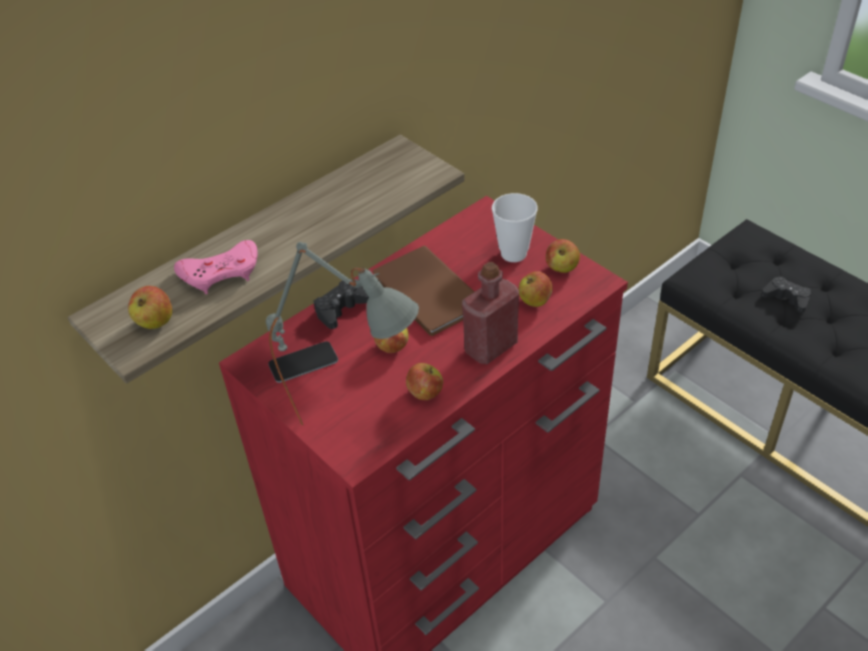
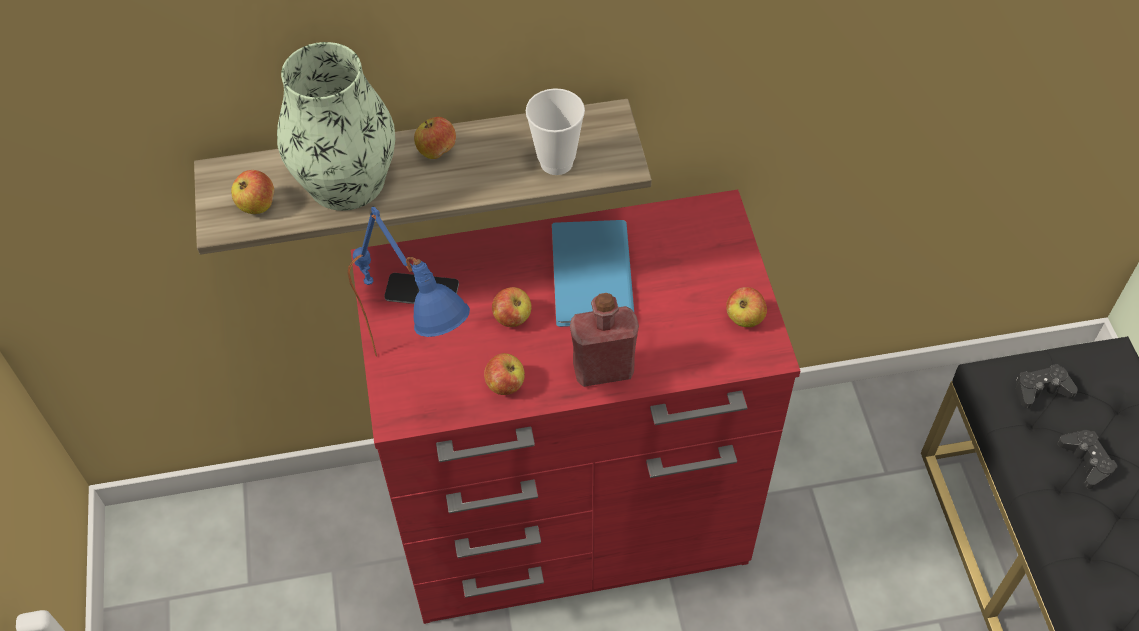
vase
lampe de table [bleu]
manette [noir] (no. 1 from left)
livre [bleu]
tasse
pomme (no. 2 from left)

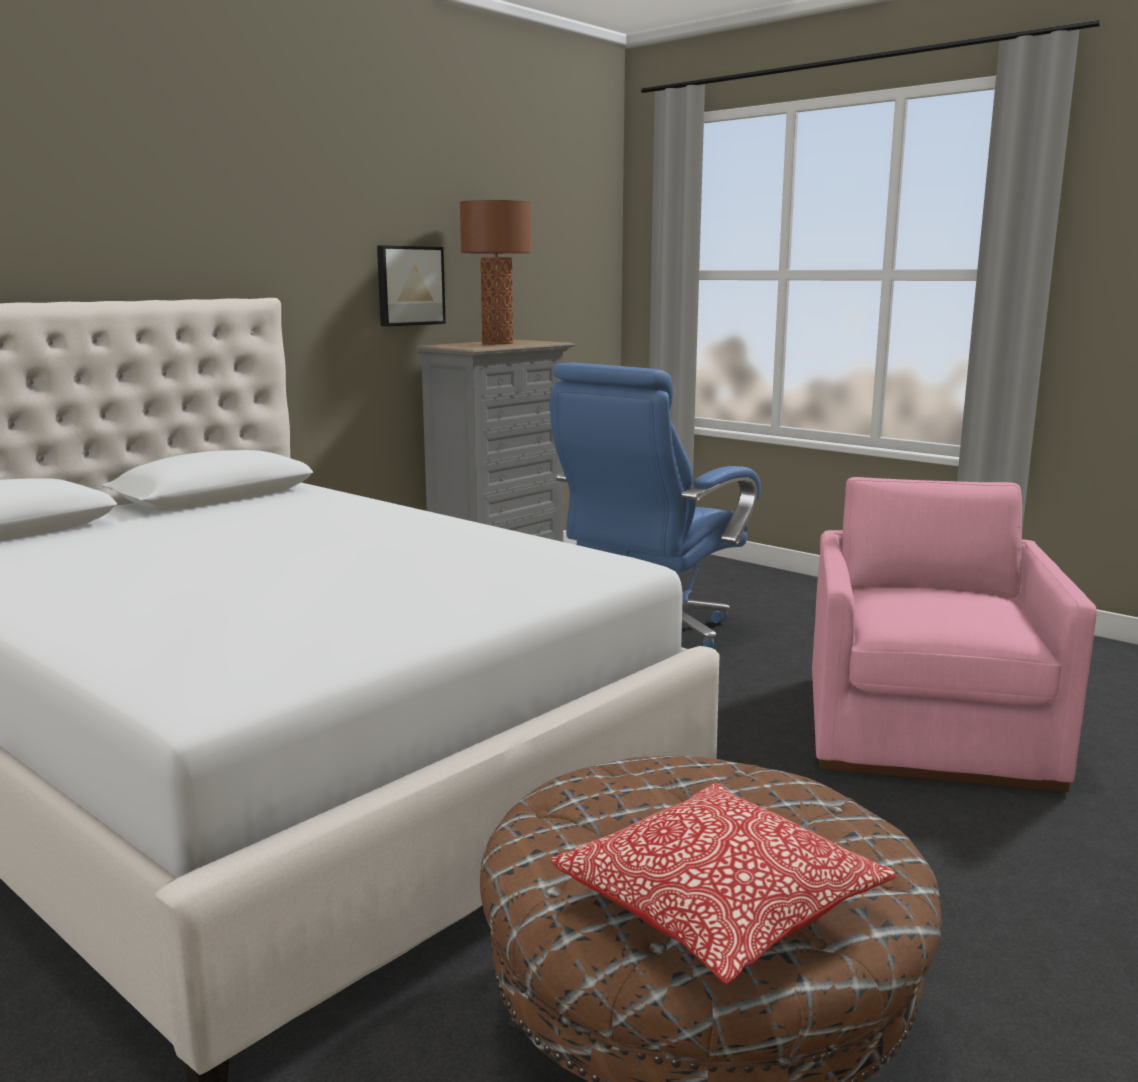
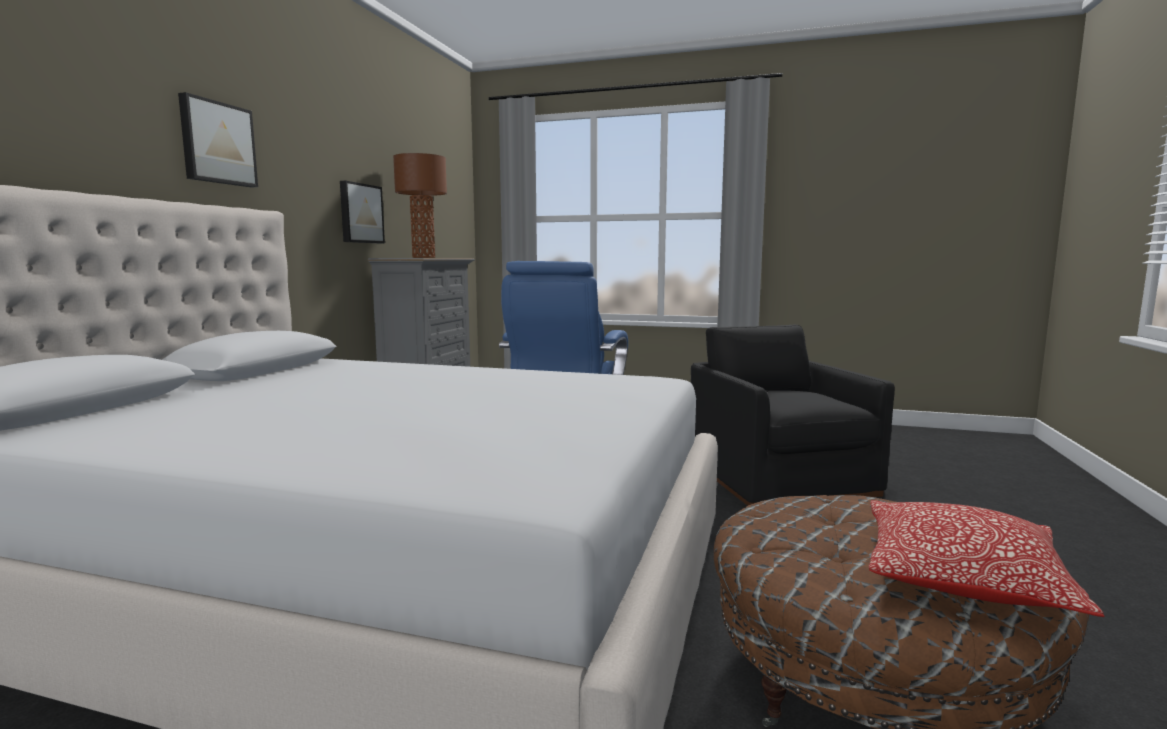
fauteuil [noir]
tableau (no. 1 from left)

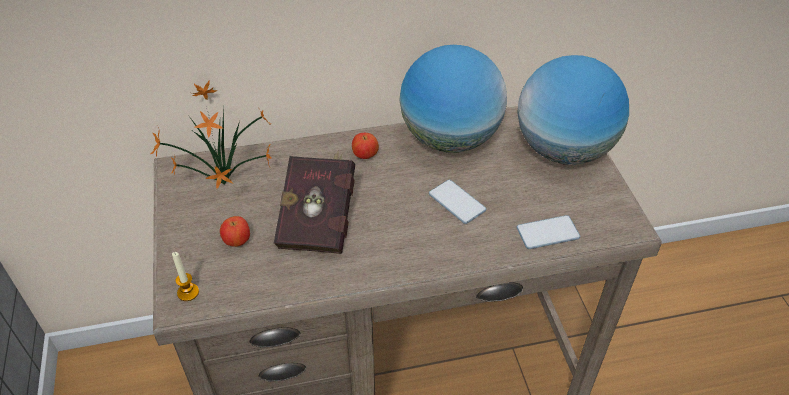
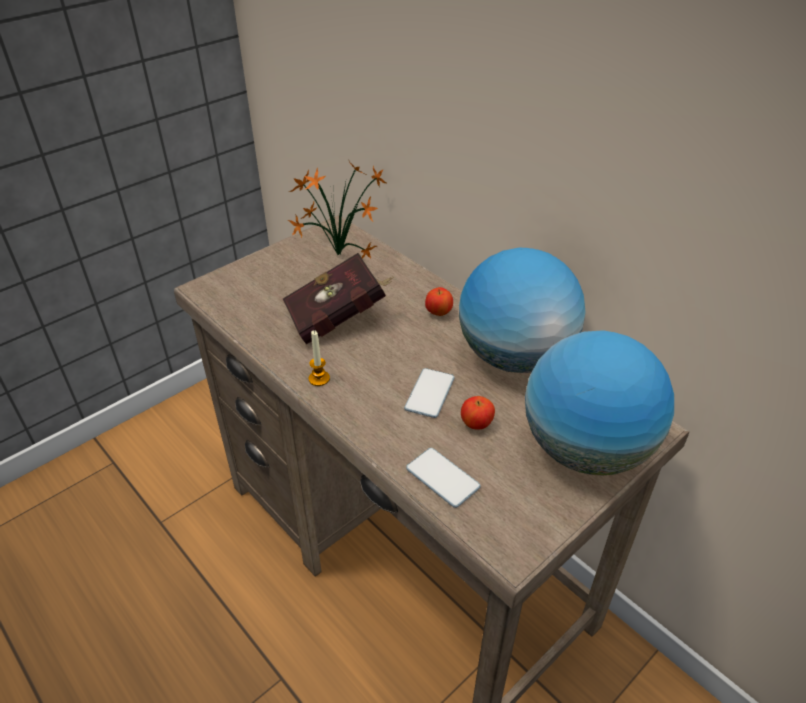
bougie
pomme (no. 2 from left)

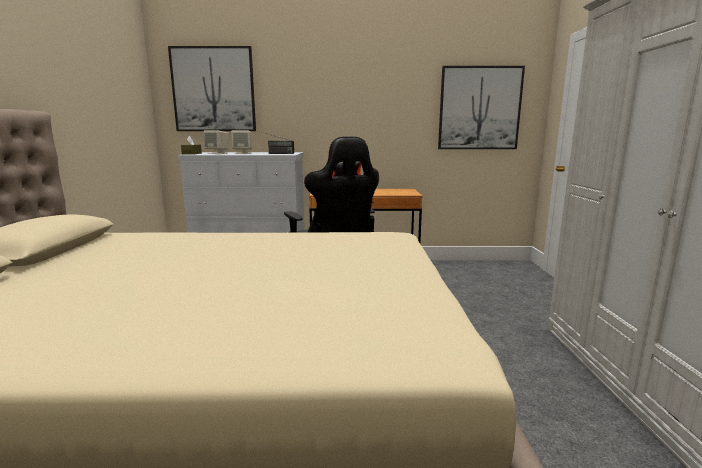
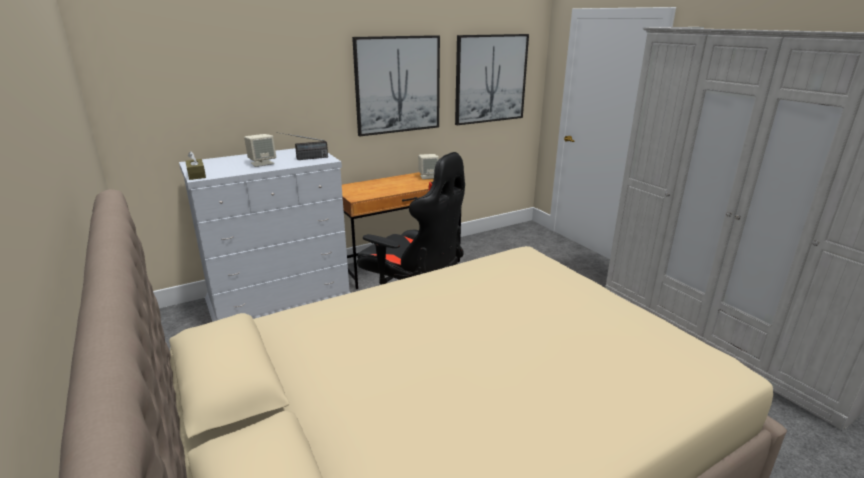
tableau (no. 1 from left)
enceinte [beige] (no. 2 from left)

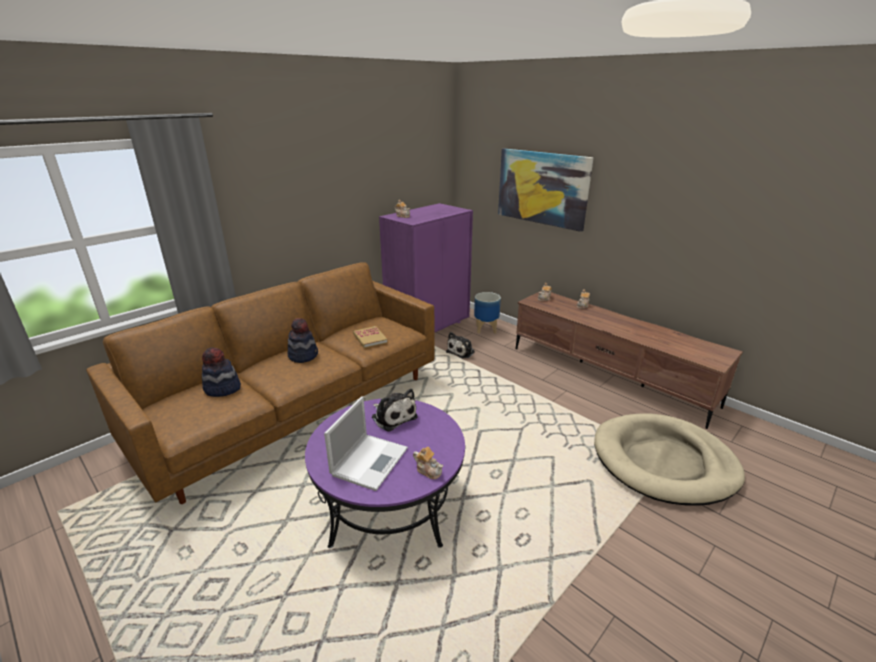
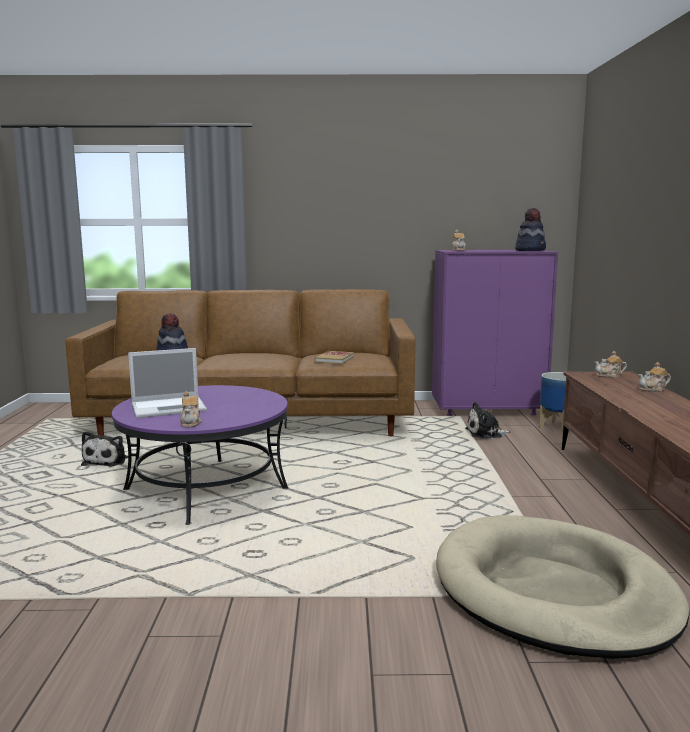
chapeau (no. 2 from left)
peluche (no. 1 from left)
tableau

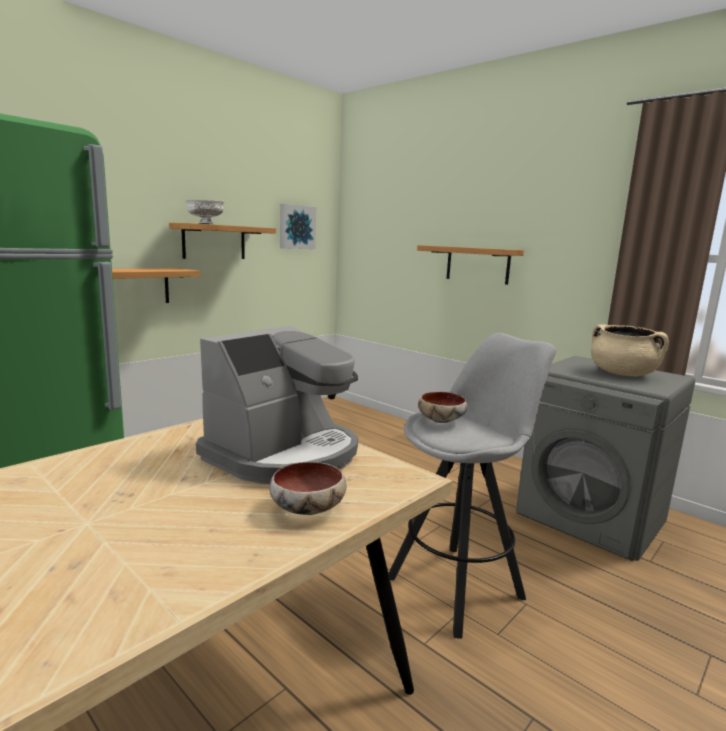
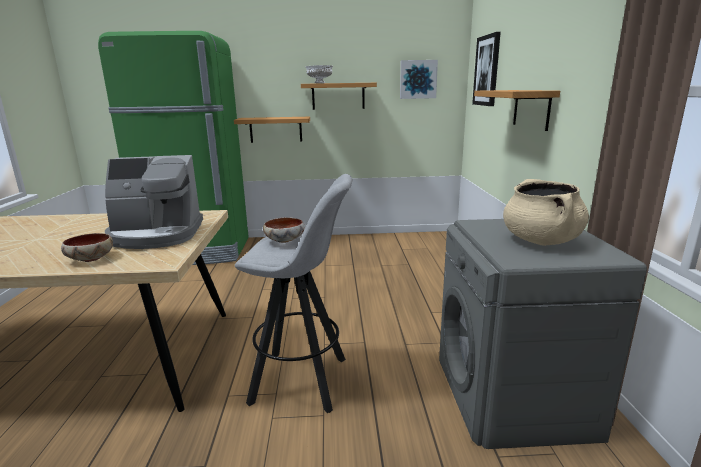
tableau (no. 2 from left)

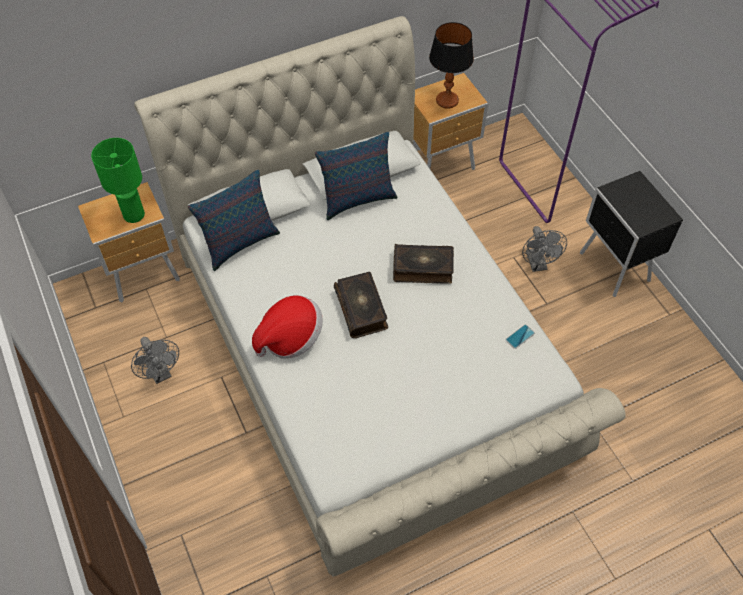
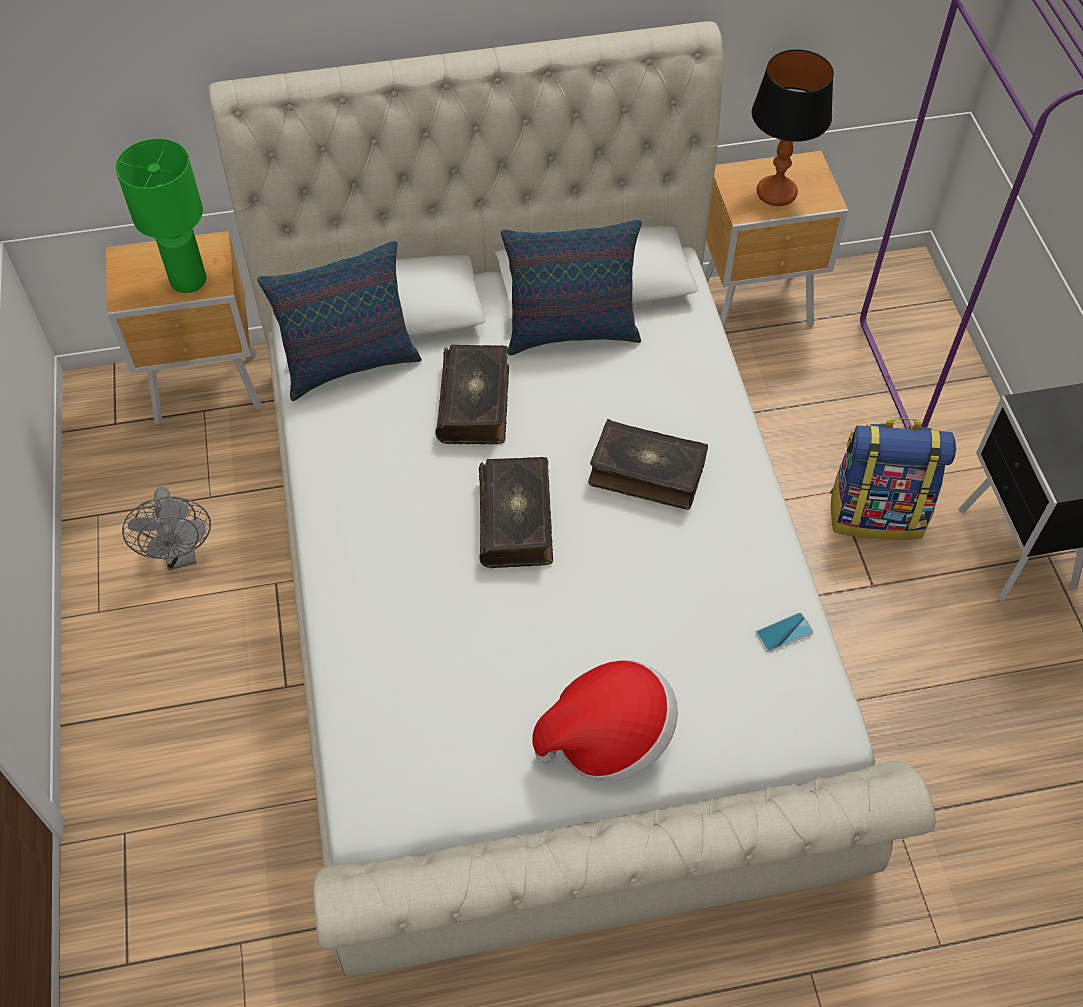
chapeau
sac à dos
livre (no. 1 from left)

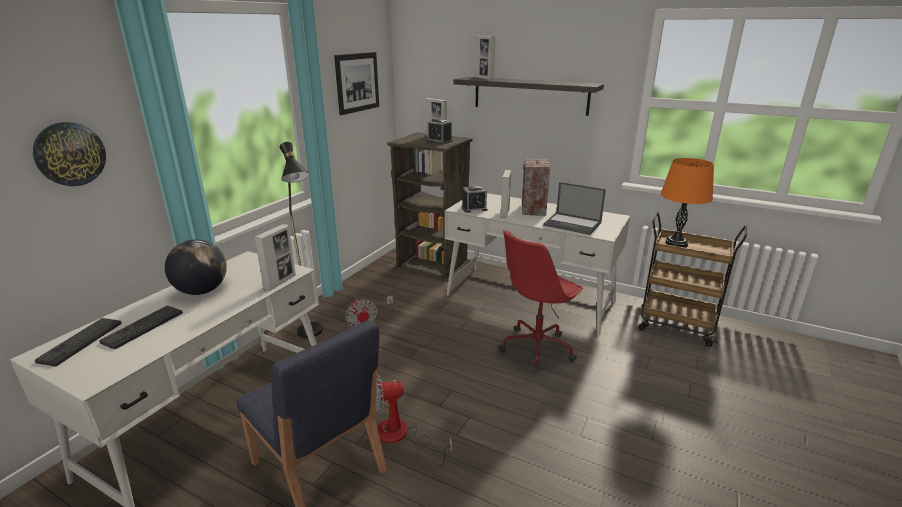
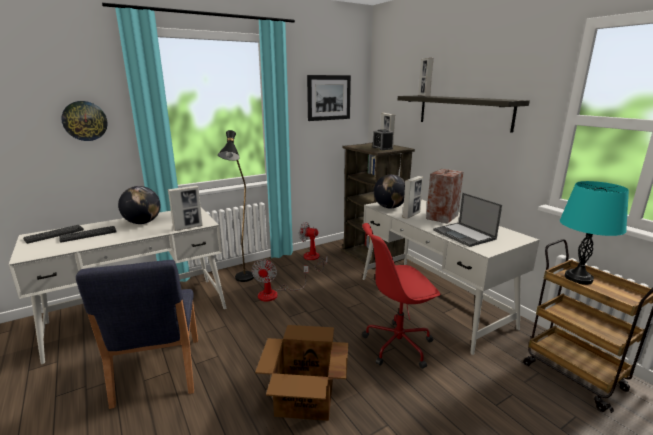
ventilateur (no. 2 from left)
globe (no. 2 from left)
lampe de table [turquoise]
carton

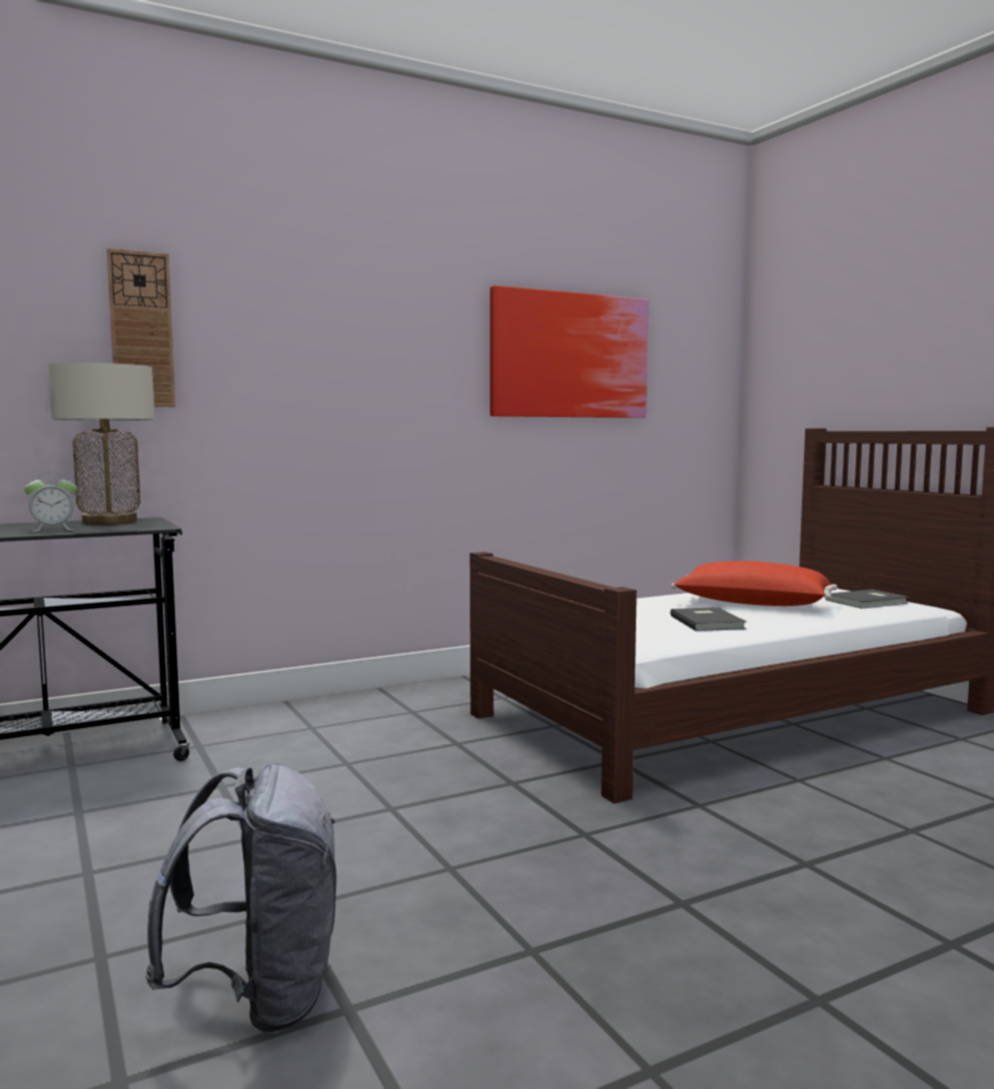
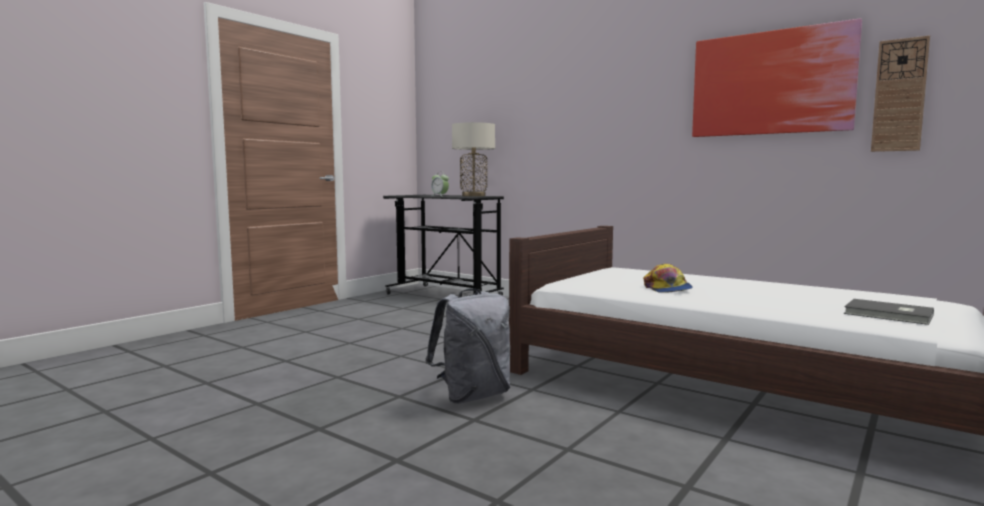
horloge murale
sac à dos [gris]
casquette
coussin [rouge]

